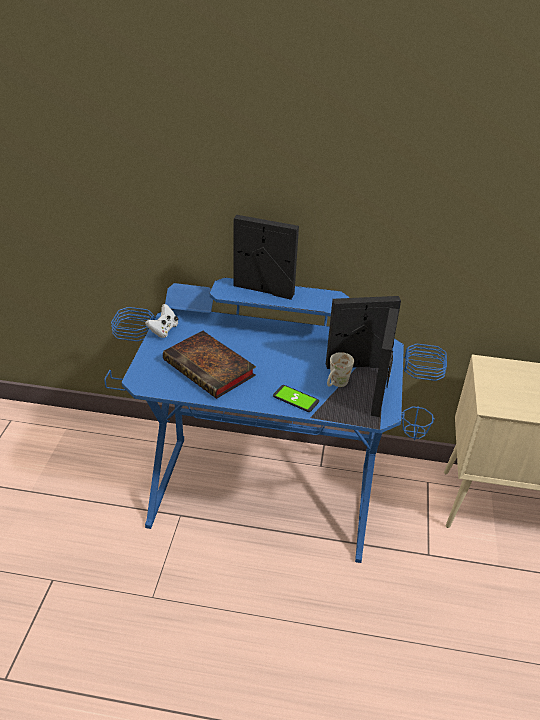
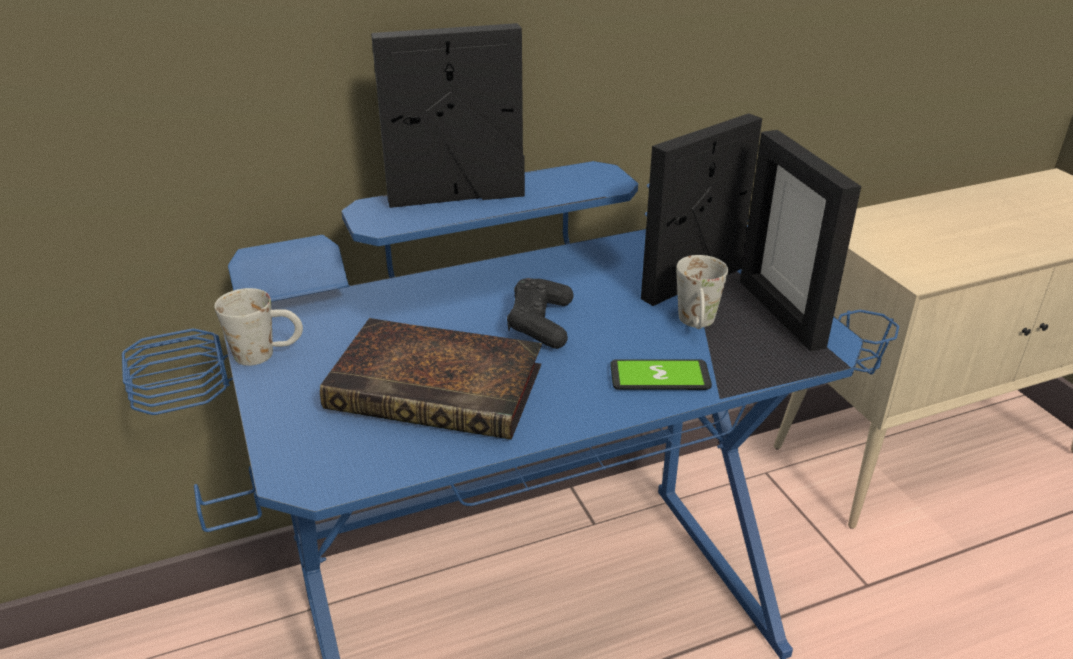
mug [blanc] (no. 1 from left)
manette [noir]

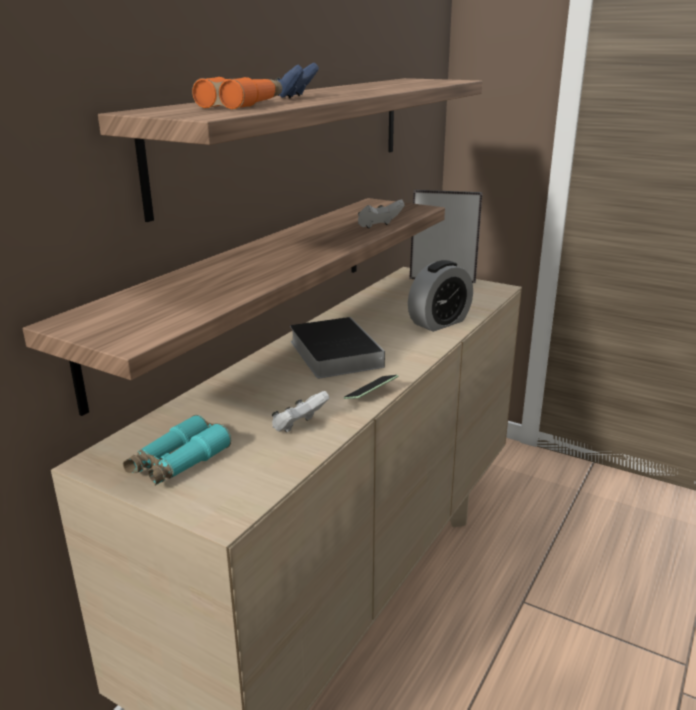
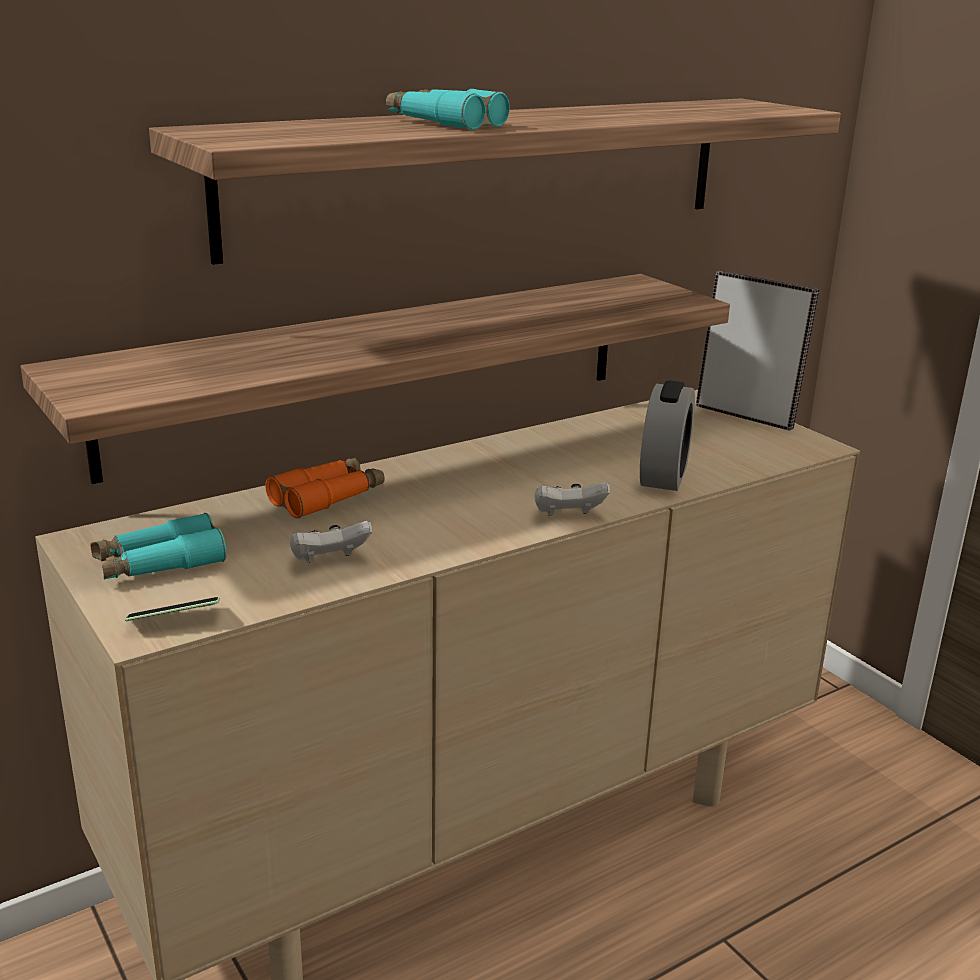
jumelles [orange]
jumelles [turquoise] (no. 2 from left)
livre
téléphone
manette [blanc] (no. 2 from left)
réveil

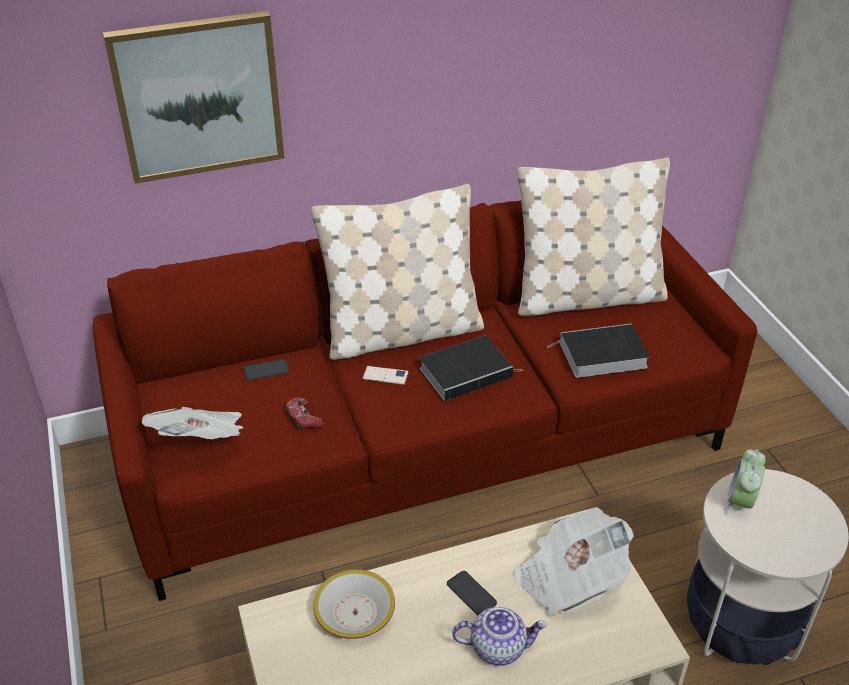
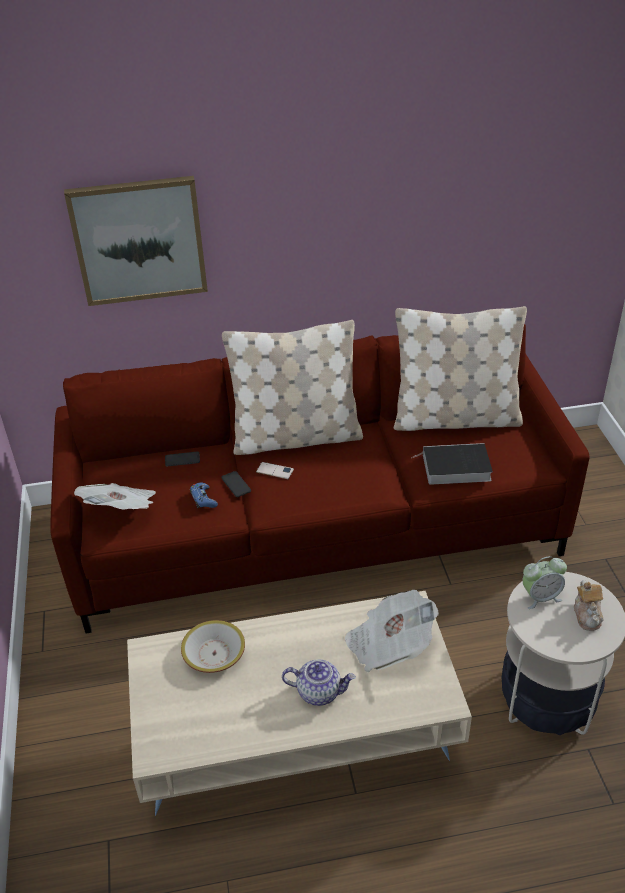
manette [bleu]
livre (no. 1 from left in the first image)
téléphone (no. 2 from left)
réveil
théière (no. 2 from left)

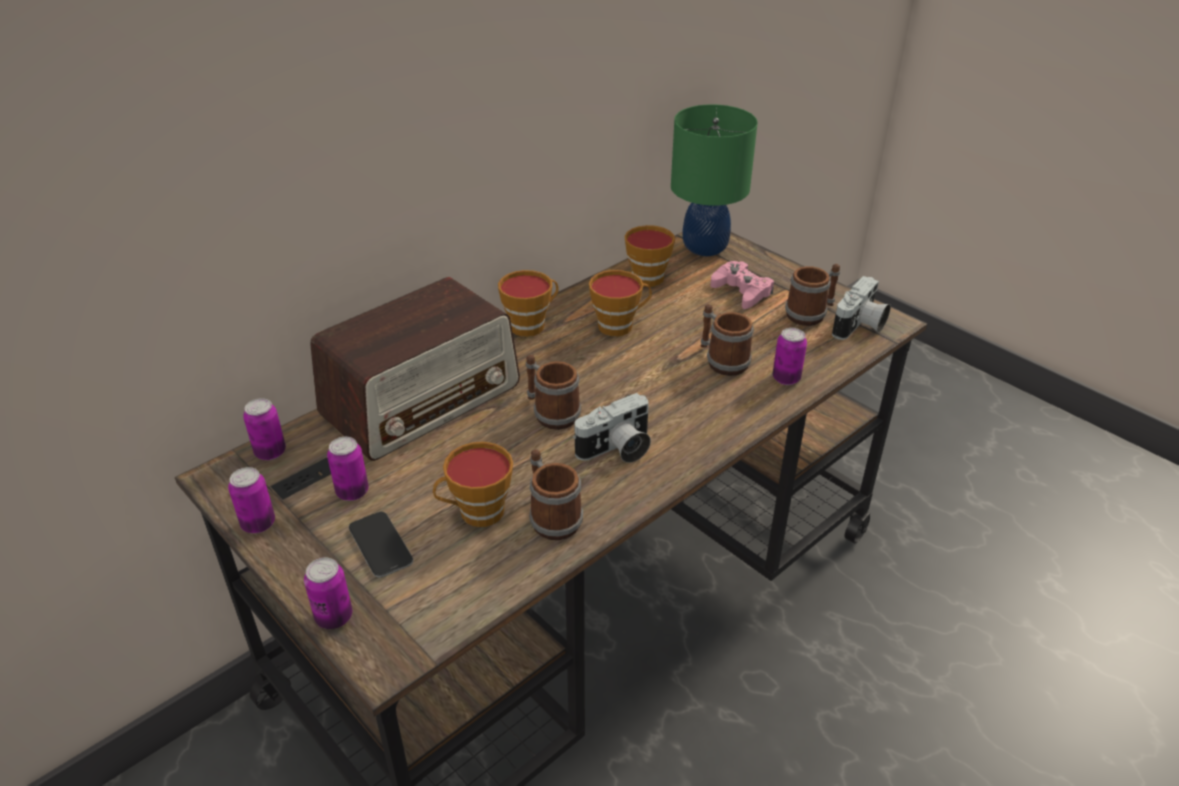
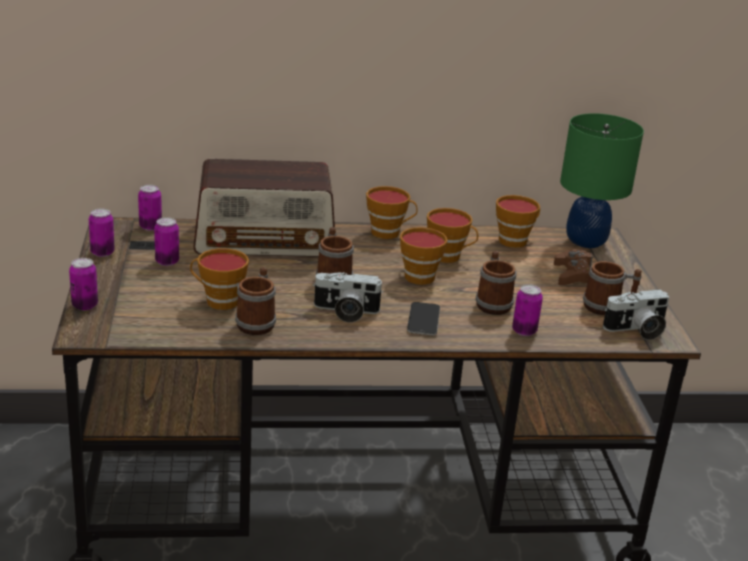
téléphone
manette [marron]
tasse (no. 3 from left)

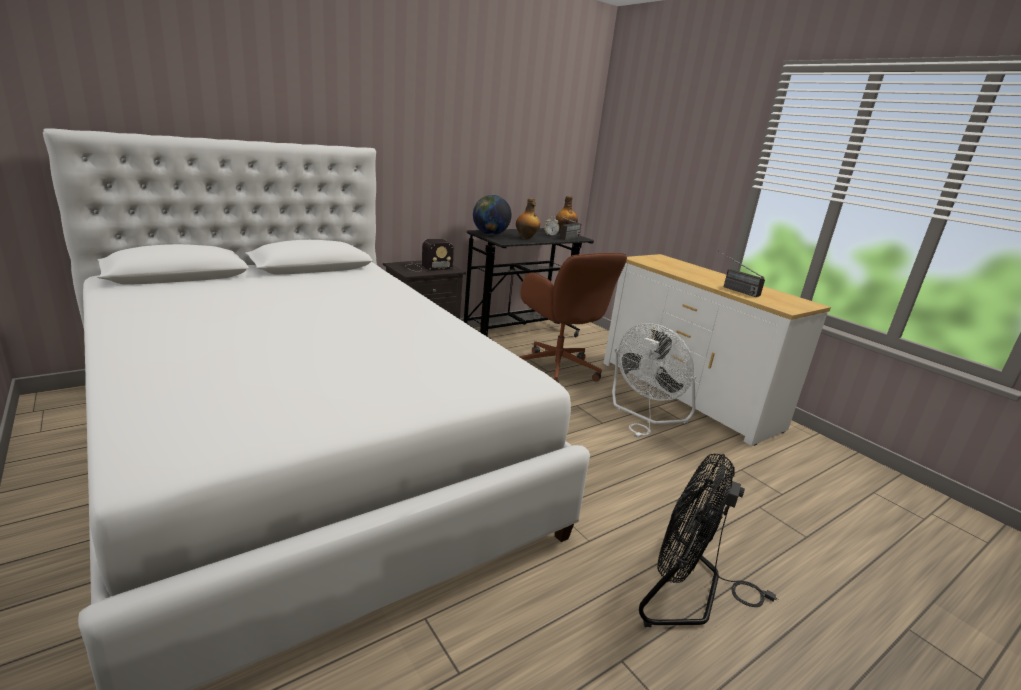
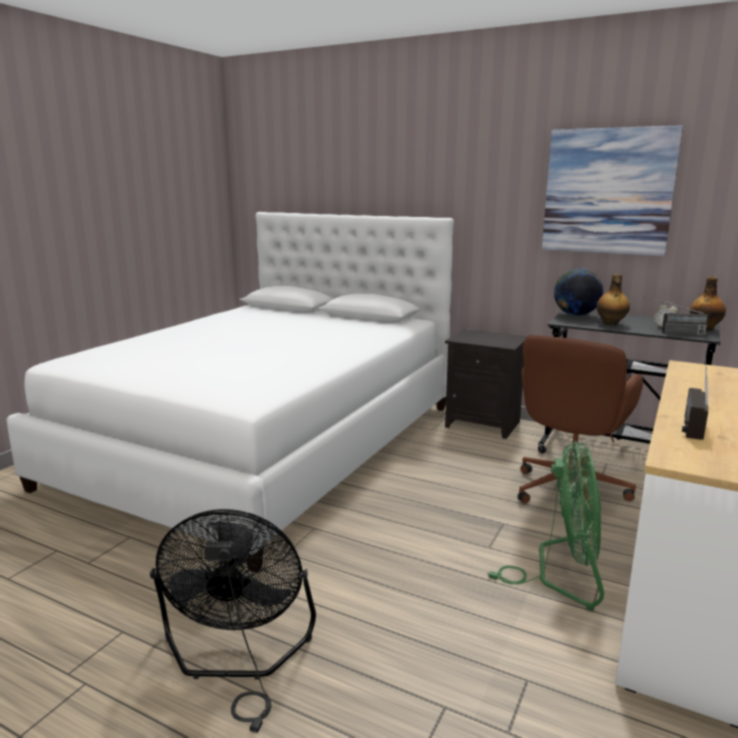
radio (no. 1 from left in the first image)
ventilateur [vert]
tableau

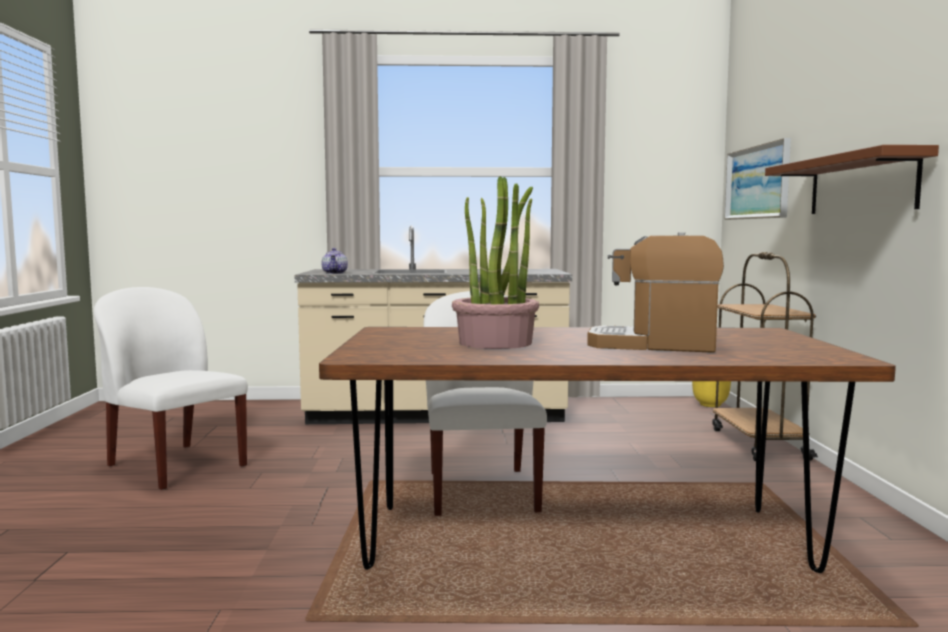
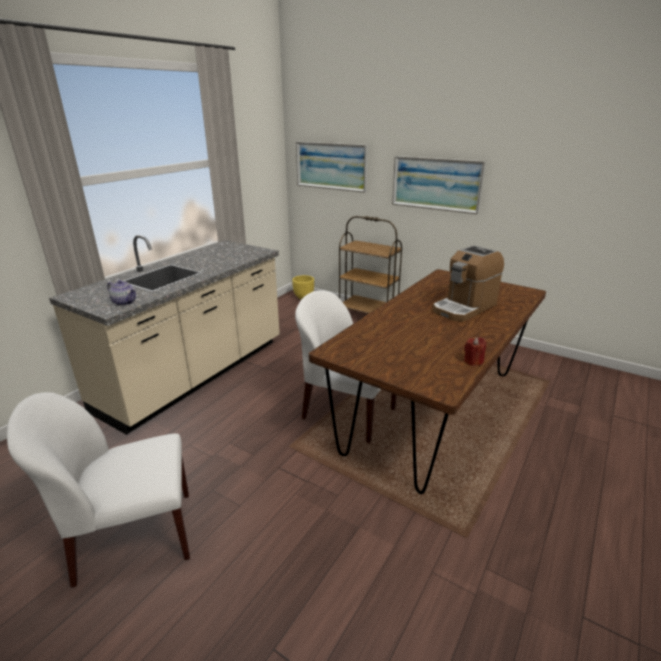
plante en pot
tableau (no. 2 from left)
bougie [rouge]

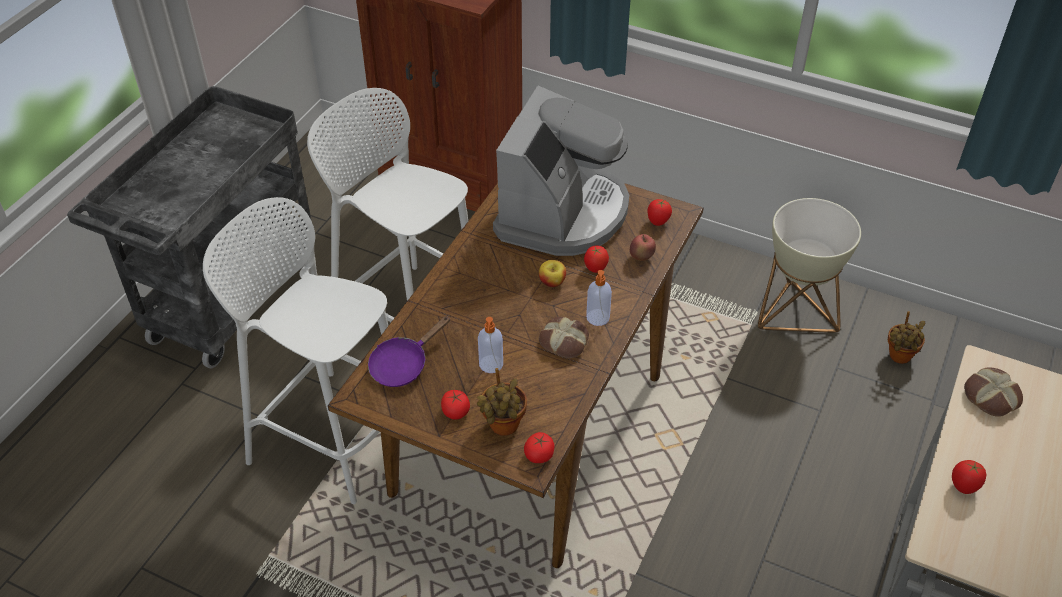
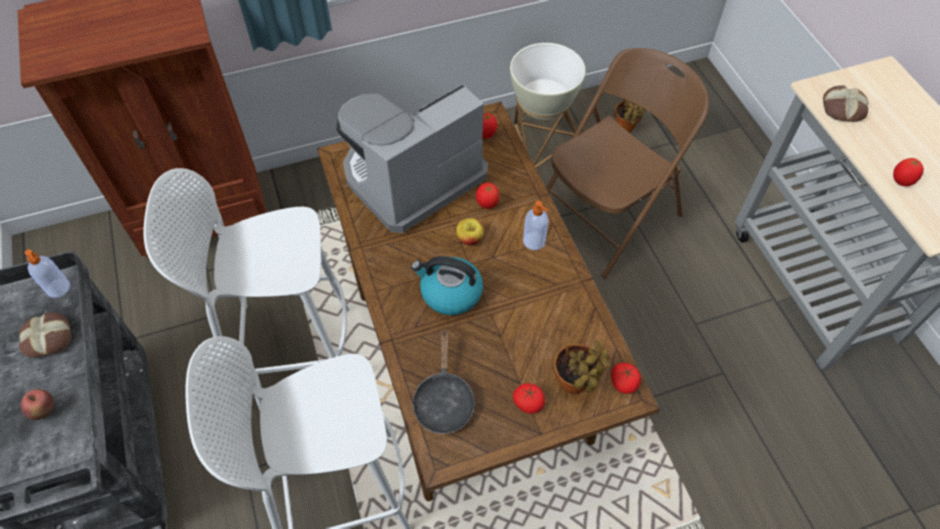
poêle [noir]
distributeur de savon (no. 1 from left)
machine à café
pain (no. 1 from left)
pomme (no. 1 from left)
bouilloire
chaise [marron]

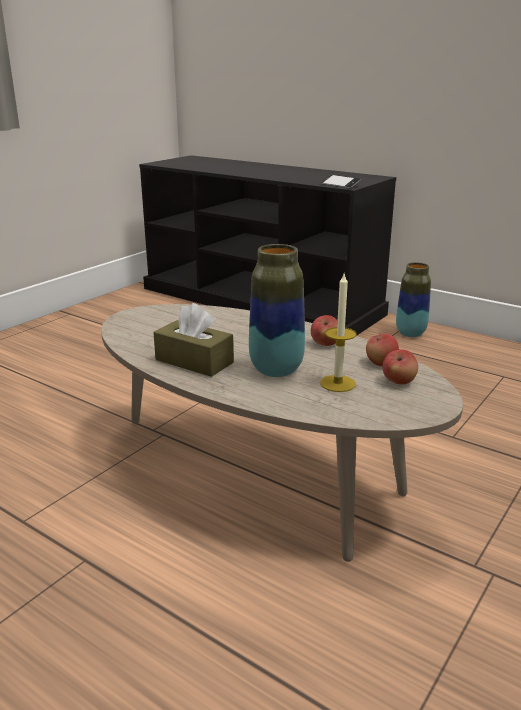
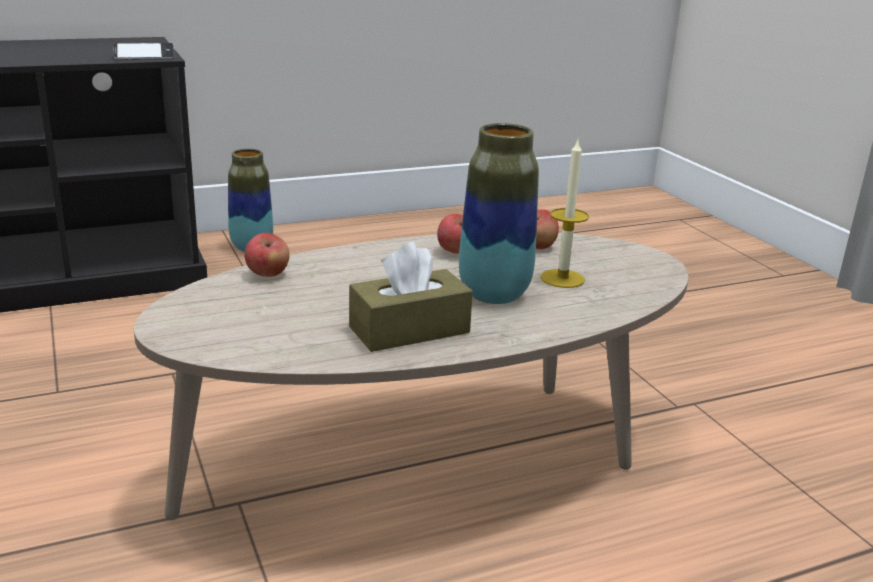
pomme (no. 1 from left)

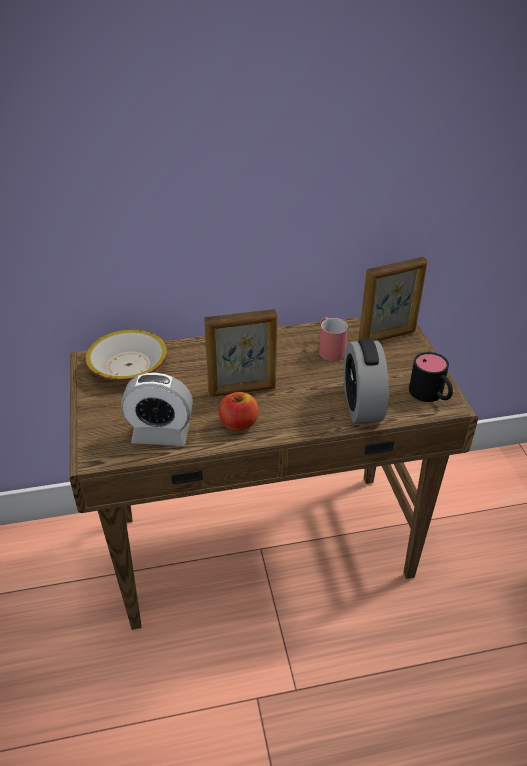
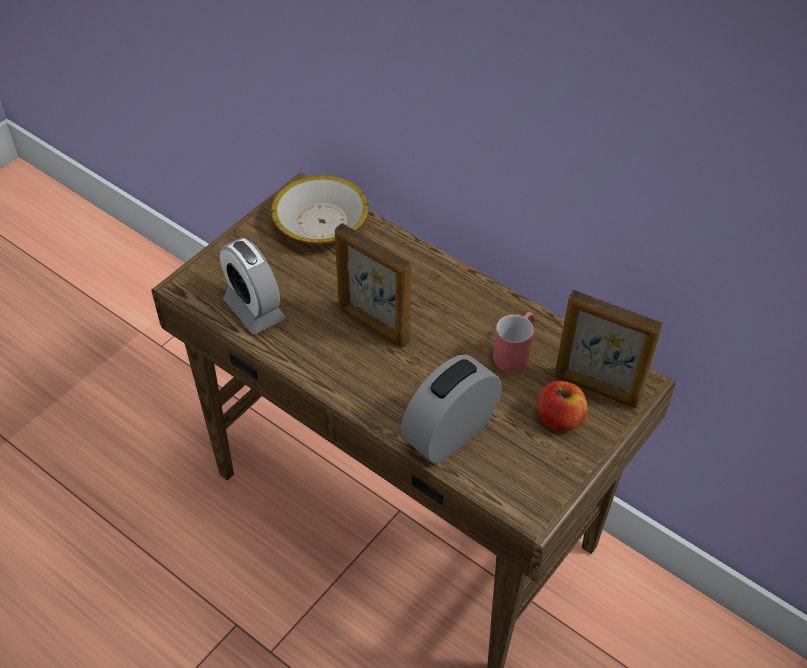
pomme
mug [noir]

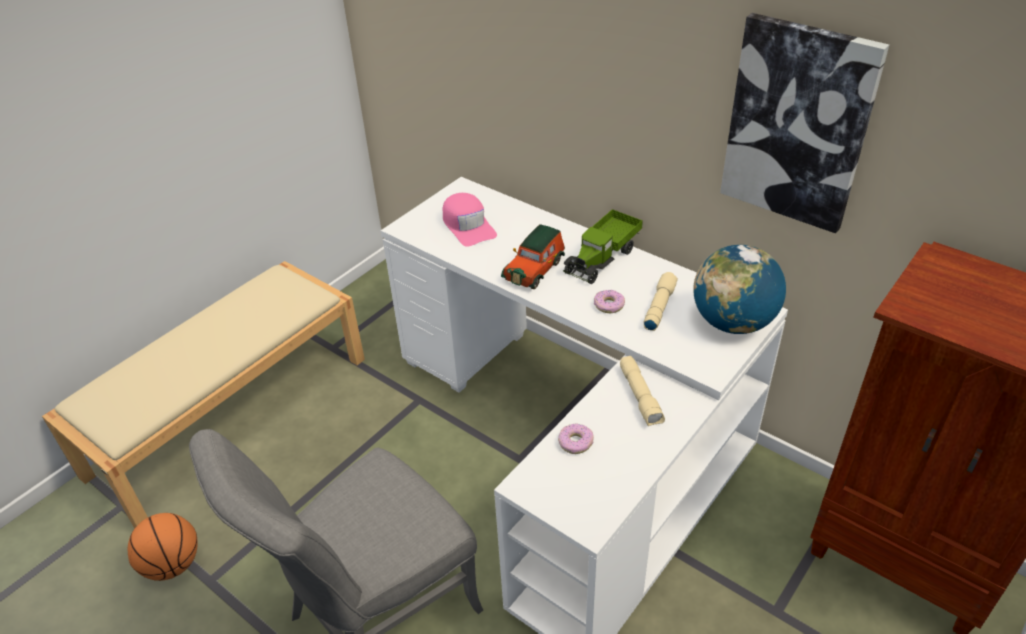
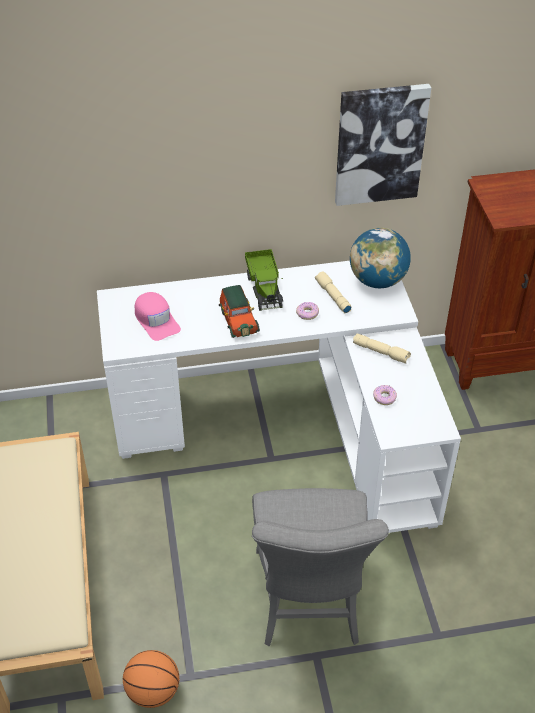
casquette [rose]

